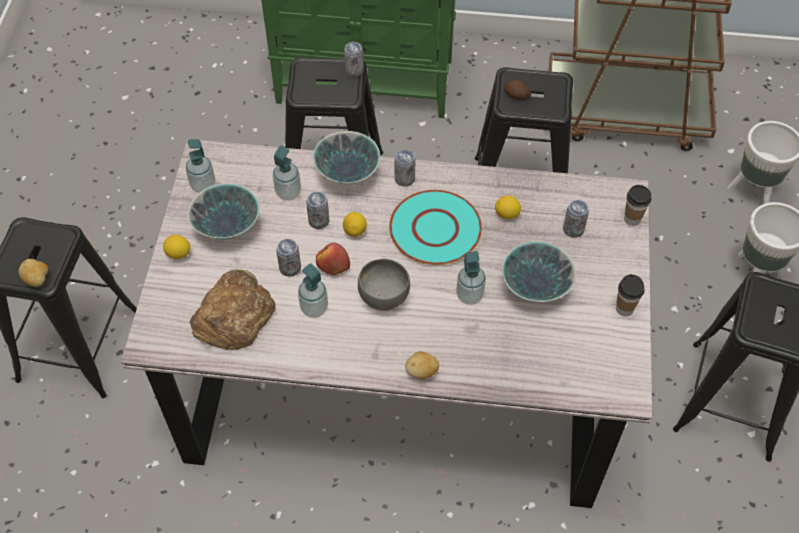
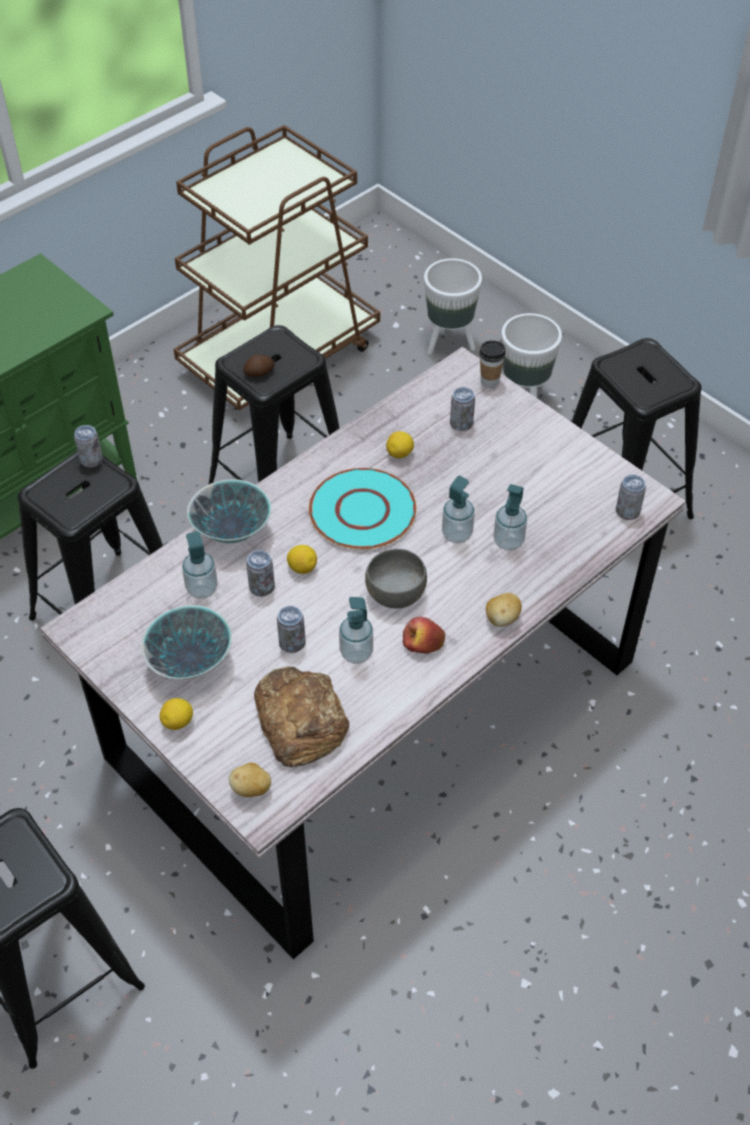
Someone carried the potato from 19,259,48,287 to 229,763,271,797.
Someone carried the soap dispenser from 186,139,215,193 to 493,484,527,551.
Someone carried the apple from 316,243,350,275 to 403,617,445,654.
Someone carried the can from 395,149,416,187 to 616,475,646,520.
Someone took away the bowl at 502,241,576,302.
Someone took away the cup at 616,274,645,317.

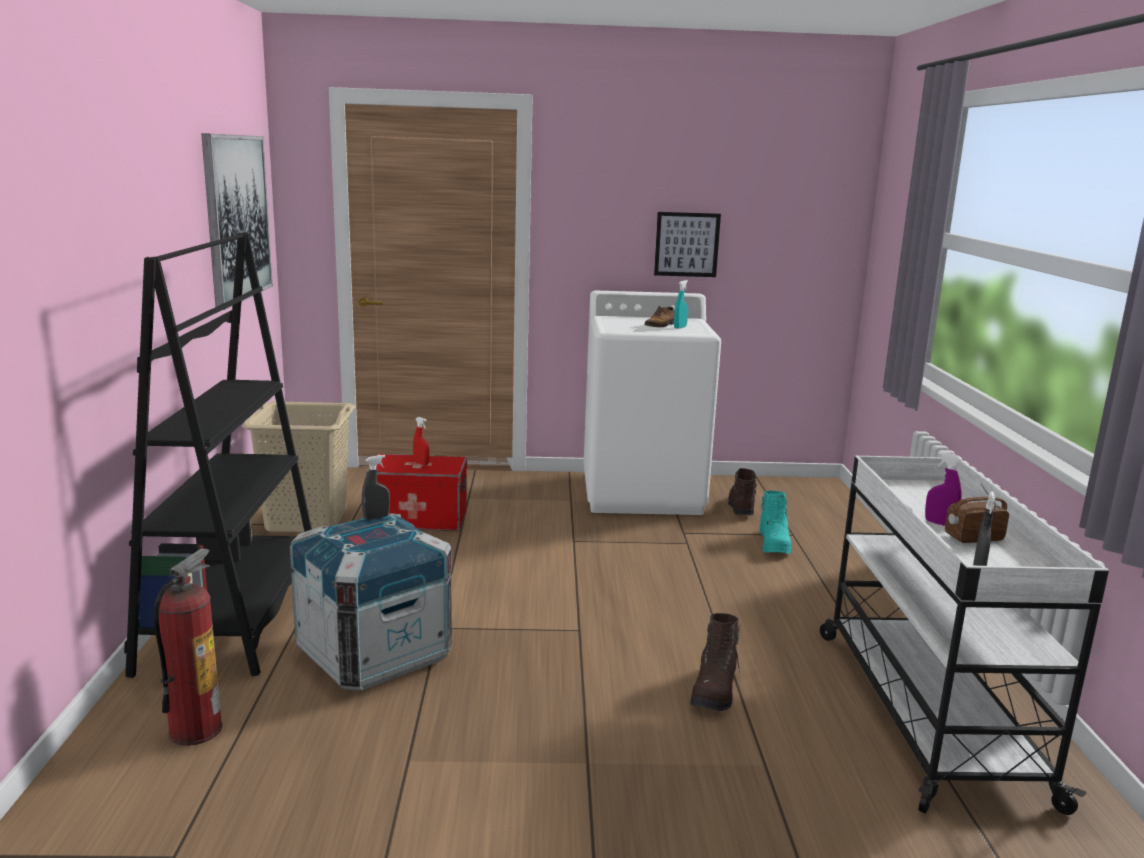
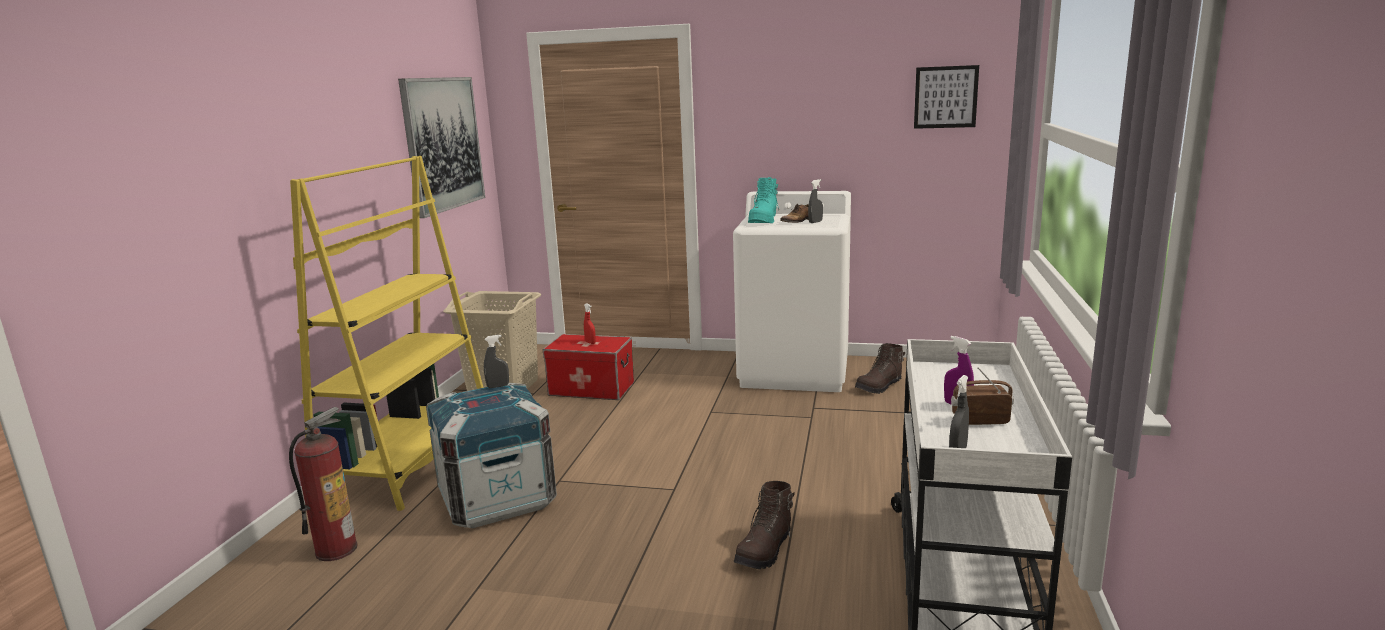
Someone repainted the bookcase (black) at 124,232,312,678, which became the bookcase (yellow) at 290,156,484,511.
Someone carried the picture from 654,212,721,277 to 914,65,979,129.
Someone repainted the spray bottle (turquoise) at 674,280,688,328, which became the spray bottle (grey) at 808,179,823,223.
Someone rotated the boot (brown) at 728,468,757,515 by 150 degrees counterclockwise.
Someone carried the boot (turquoise) from 759,491,791,554 to 748,177,779,223.

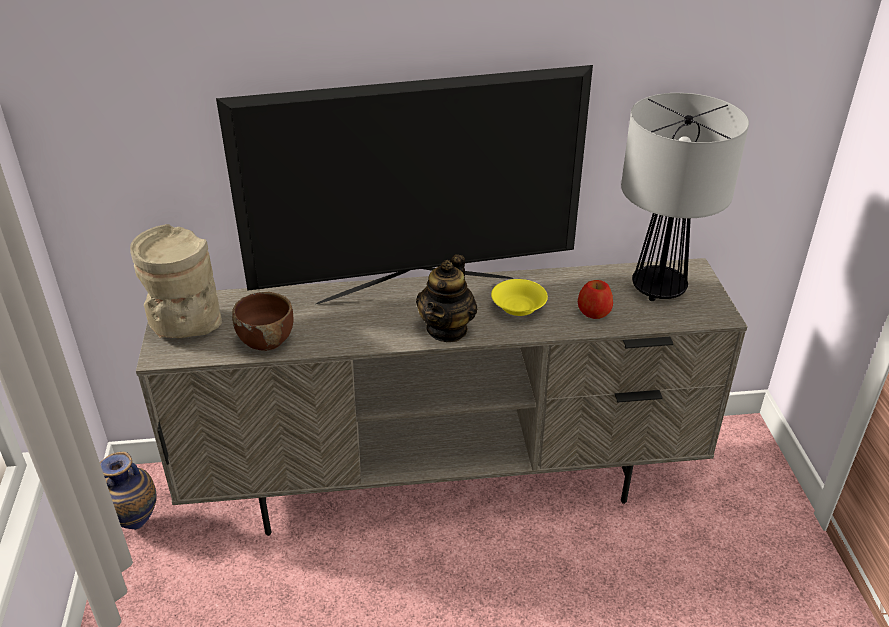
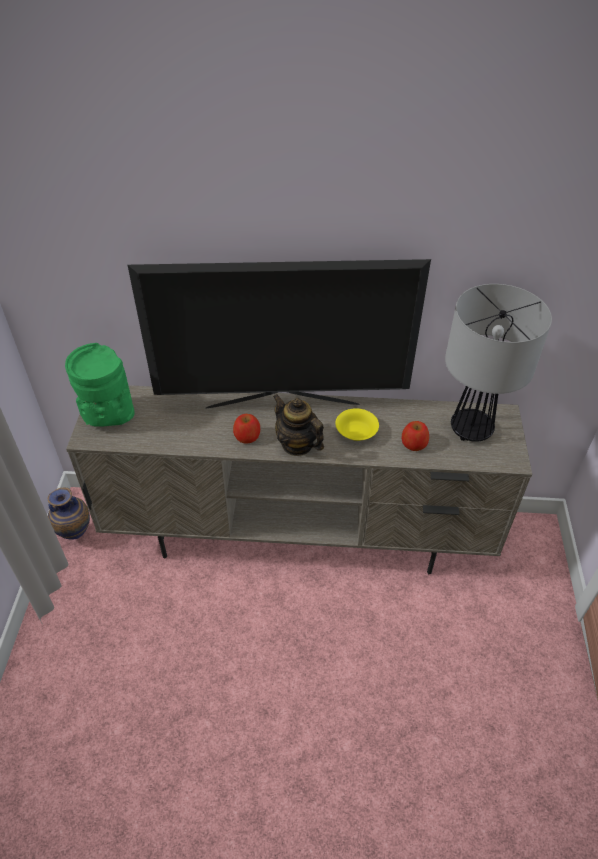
Someone repainted the vase (beige) at 130,224,222,338, which became the vase (green) at 65,343,134,427.
Someone took away the bowl (brown) at 232,292,293,351.
Someone rotated the teapot at 416,254,478,342 by 105 degrees clockwise.
Someone put down the apple at 233,414,260,444.

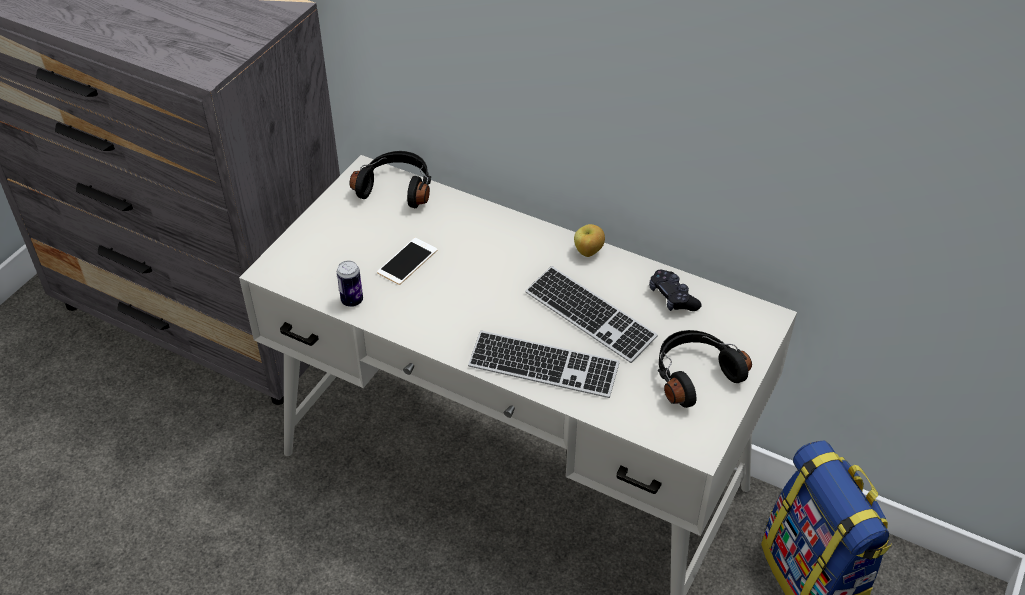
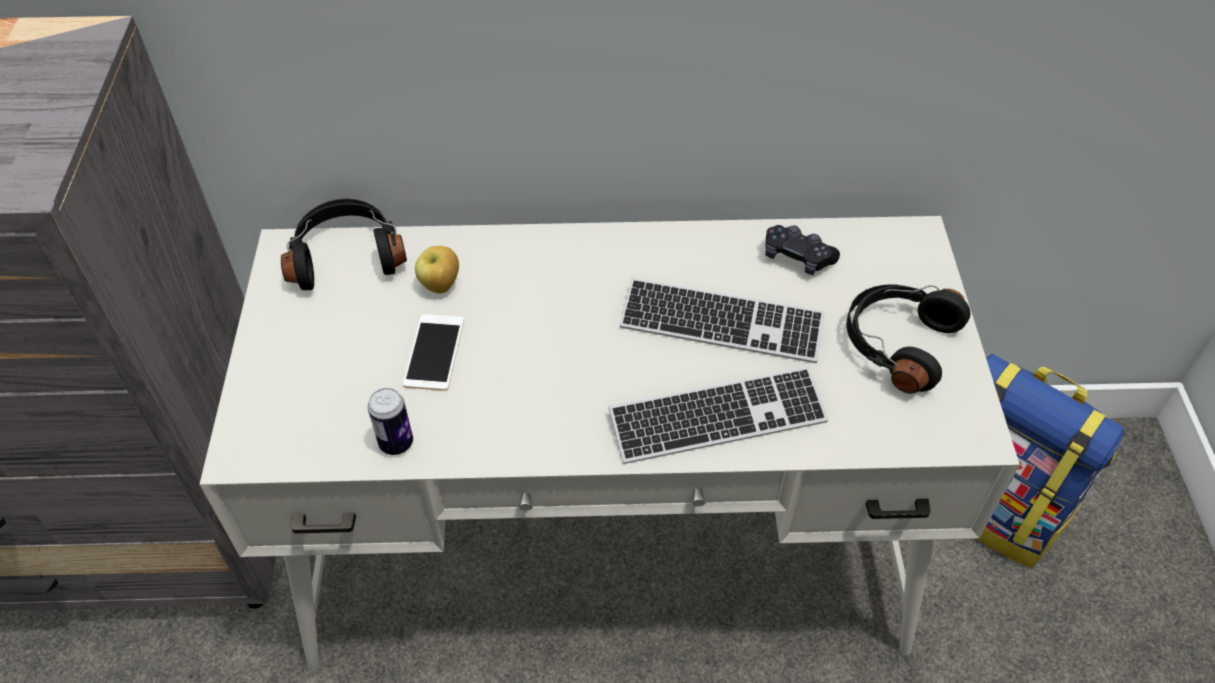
Someone carried the apple from 574,224,605,257 to 415,246,459,293.

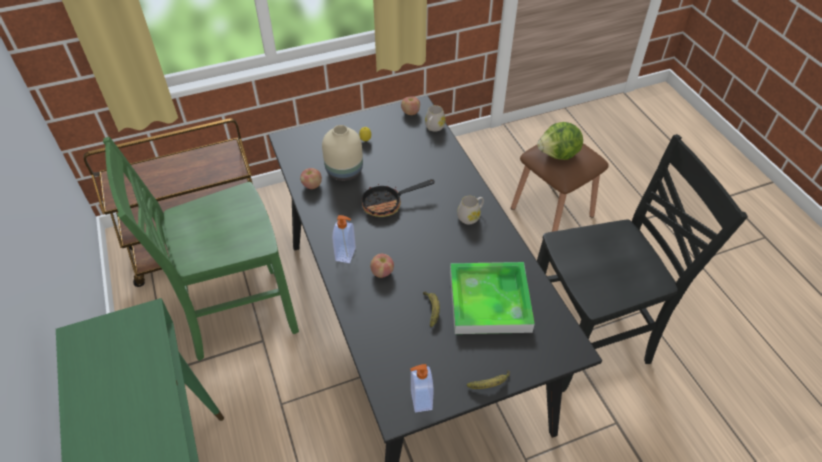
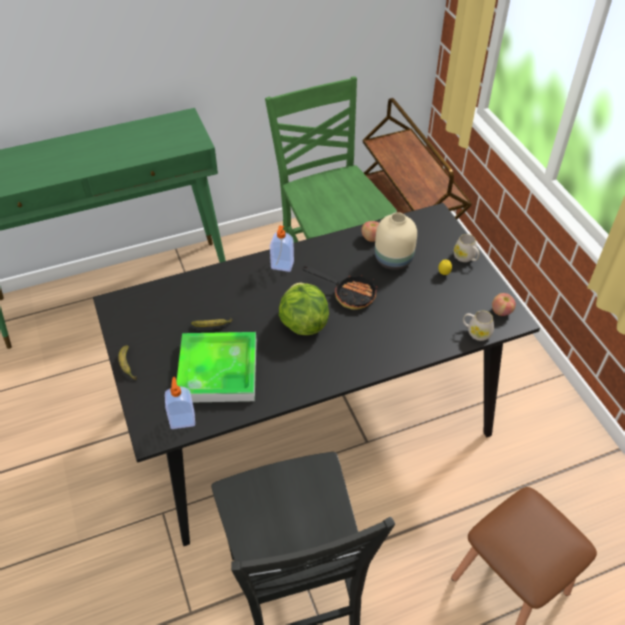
Someone rotated the frying pan at 362,179,435,217 by 135 degrees clockwise.
Someone took away the apple at 370,254,394,278.
Someone carried the soap dispenser from 411,364,434,412 to 165,377,195,429.
Someone carried the mug (white) from 457,196,484,224 to 454,234,480,262.
Someone carried the lettuce from 537,122,583,160 to 279,283,329,335.

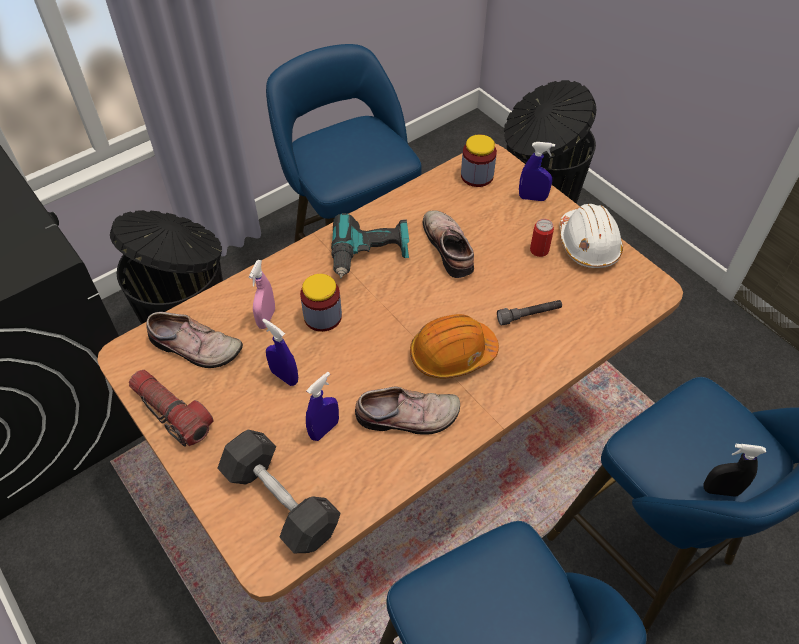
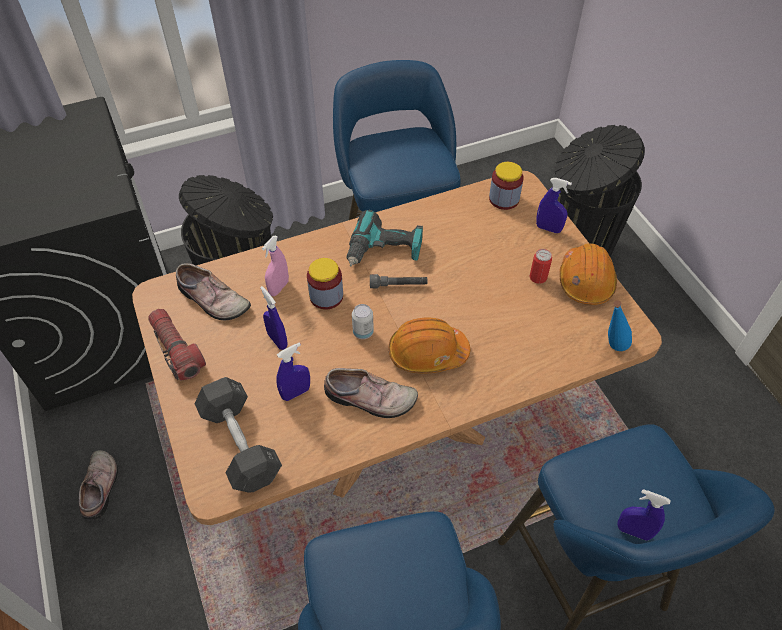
Someone carried the shoe from 423,210,474,278 to 79,450,118,521.
Someone carried the flashlight (grey) from 497,300,562,325 to 370,274,427,289.
Someone repainted the hard hat (white) at 560,204,623,268, which became the hard hat (orange) at 559,243,617,305.
Someone repainted the spray bottle (black) at 704,444,766,497, which became the spray bottle (blue) at 617,489,671,541.
Someone put down the can at 352,304,374,339.
Someone put down the bottle (blue) at 608,300,632,351.

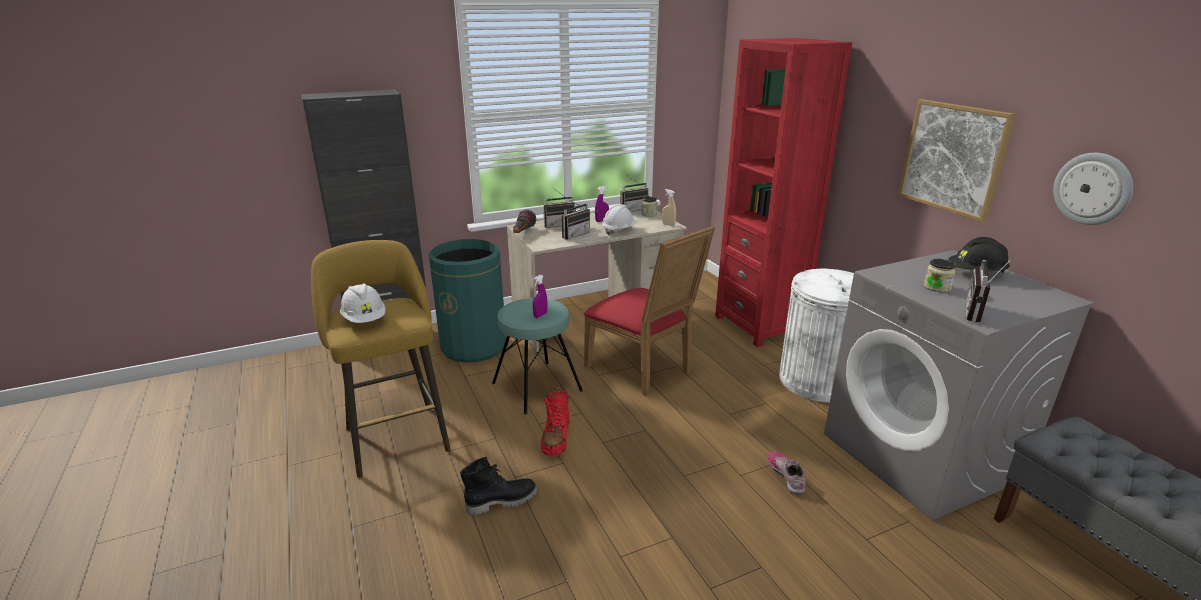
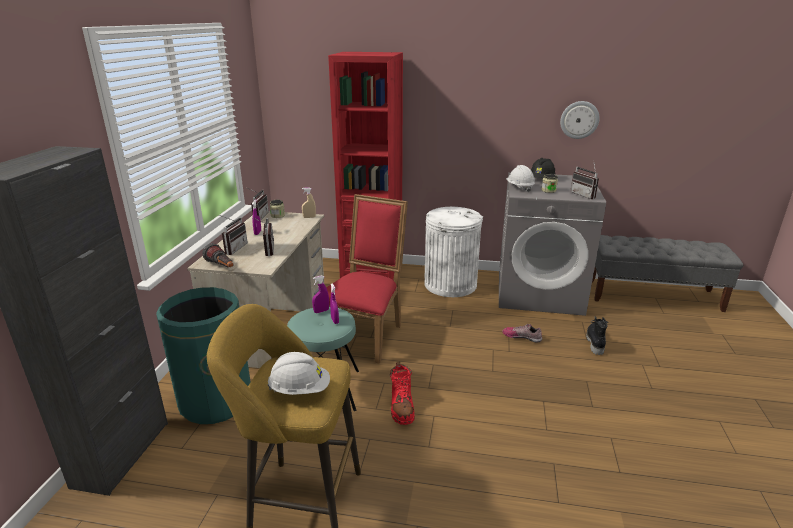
Someone carried the boot (black) from 460,457,537,516 to 586,316,608,355.
Someone rotated the boot (red) at 541,387,569,456 by 45 degrees clockwise.
Someone rotated the chair (red) at 584,226,715,396 by 60 degrees counterclockwise.
Someone carried the hard hat (white) from 602,204,637,235 to 506,165,535,192.
Someone took away the picture at 898,99,1017,222.
Someone put down the spray bottle (purple) at 312,275,329,313.

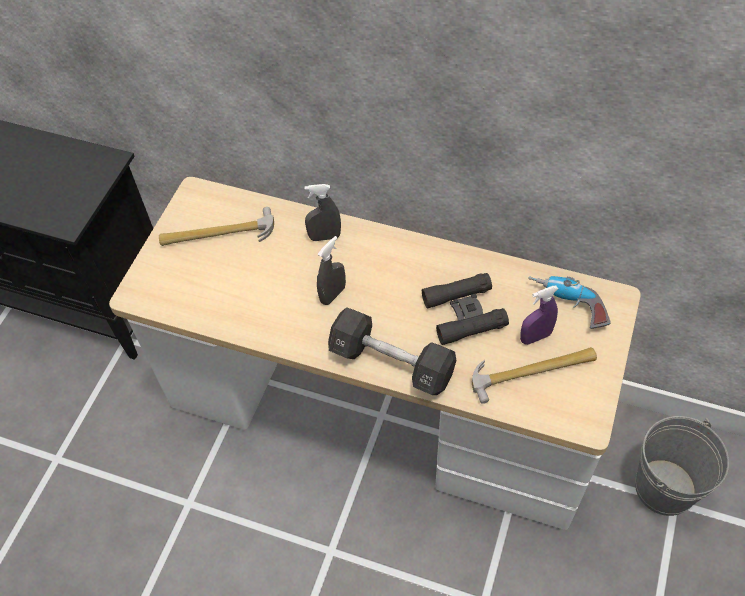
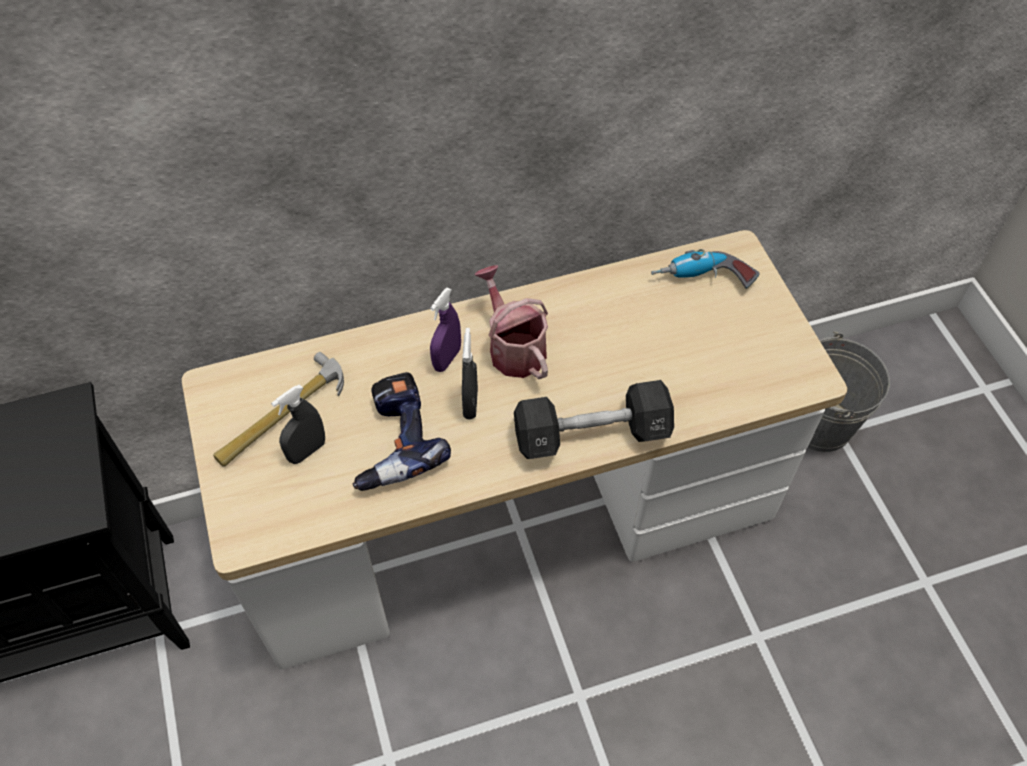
Someone carried the spray bottle (grey) from 304,184,341,241 to 271,384,325,464.
Someone took away the binoculars (black) at 422,273,509,345.
Someone took away the hammer at 472,347,597,404.
Someone carried the spray bottle (purple) from 520,286,558,345 to 430,288,461,372.
Someone put down the power drill at 353,372,451,491.
Someone put down the watering can at 475,265,548,379.

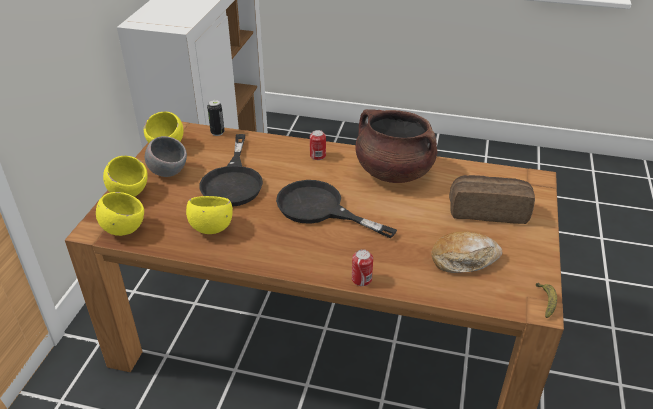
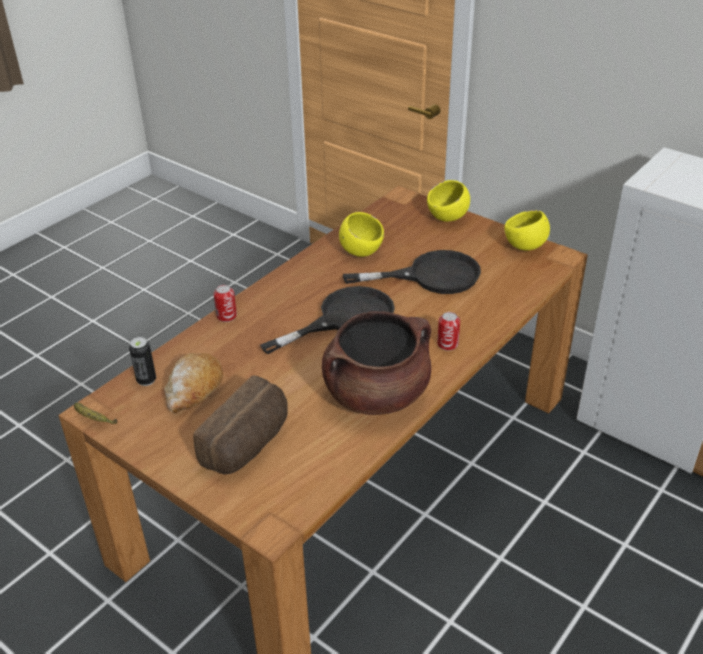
Someone took away the bowl (yellow) at 96,192,144,236.
Someone took away the bowl (grey) at 145,136,187,177.
Someone rotated the frying pan (black) at 199,134,263,207 by 150 degrees clockwise.
Someone carried the can from 207,100,224,136 to 129,337,156,386.

